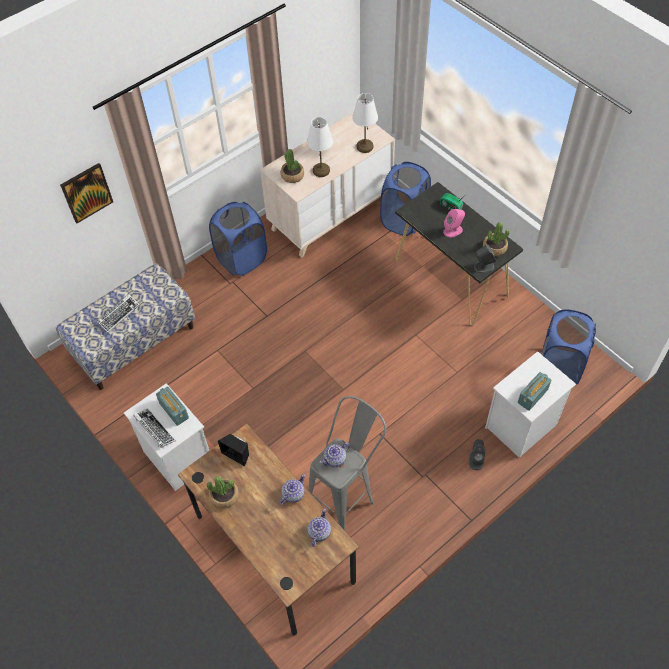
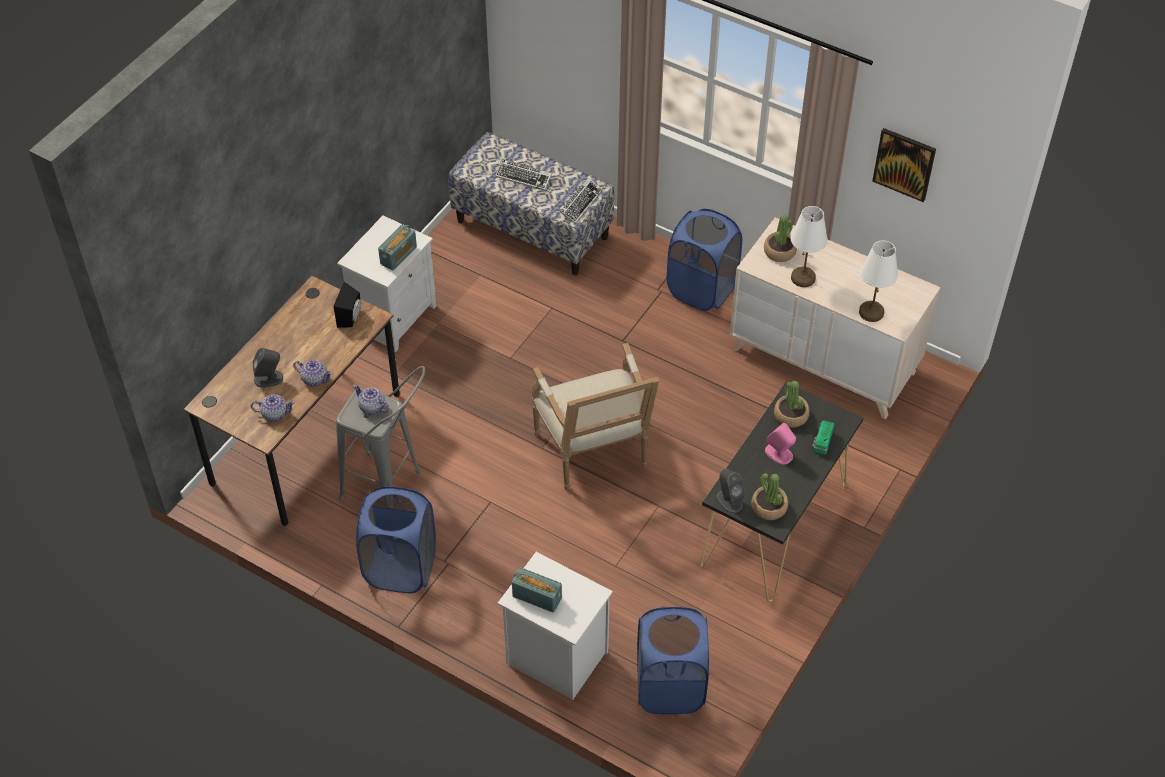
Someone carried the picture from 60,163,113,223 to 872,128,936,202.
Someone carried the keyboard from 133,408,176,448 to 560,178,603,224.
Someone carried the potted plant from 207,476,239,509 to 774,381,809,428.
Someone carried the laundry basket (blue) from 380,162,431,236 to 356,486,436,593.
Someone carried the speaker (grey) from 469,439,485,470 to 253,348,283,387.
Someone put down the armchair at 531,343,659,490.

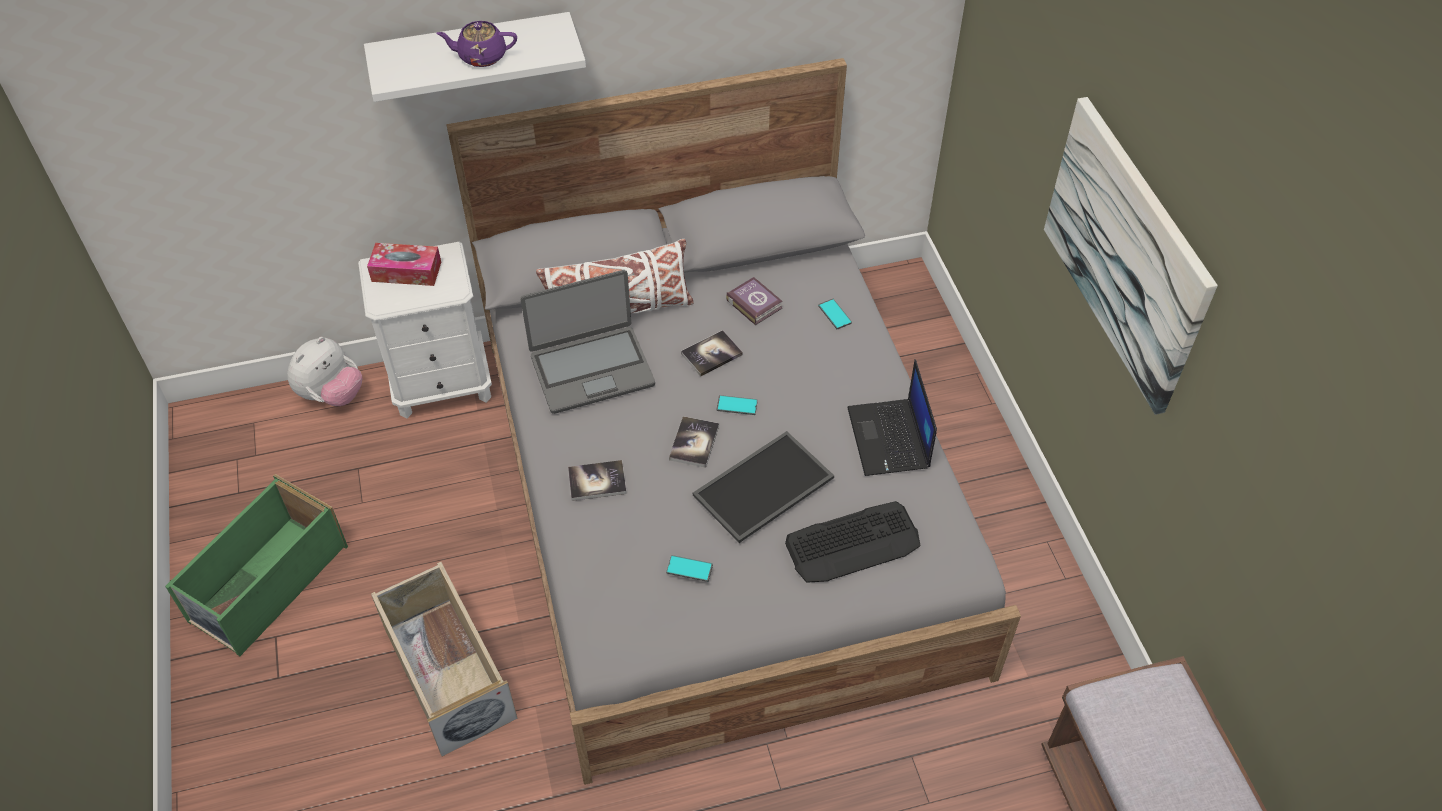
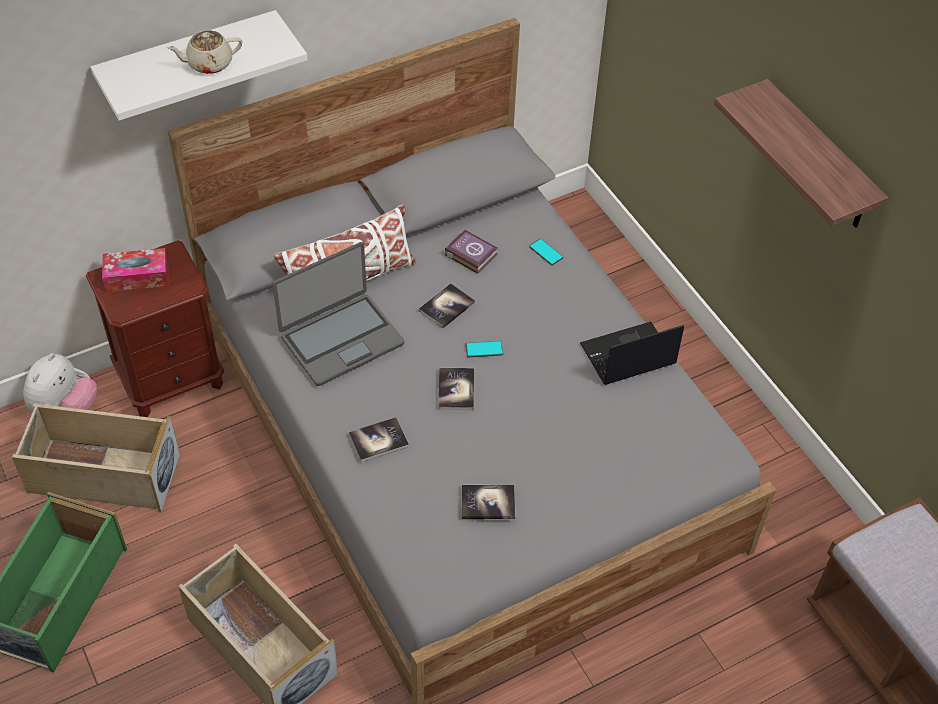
Someone repainted the nightstand (white) at 358,242,492,419, which became the nightstand (brown) at 86,240,224,417.
Someone repainted the teapot (purple) at 436,21,517,67, which became the teapot (beige) at 167,30,242,74.
Someone swapped the phone at 666,555,713,582 for the book at 462,485,515,519.
Someone took away the tray at 693,431,834,543.
Someone took away the keyboard at 785,501,920,583.
Someone rotated the laptop at 847,360,937,476 by 90 degrees clockwise.
Someone swapped the picture at 1044,97,1218,415 for the shelf at 714,79,889,228.
Someone put down the storage box (beige) at 12,403,180,512.

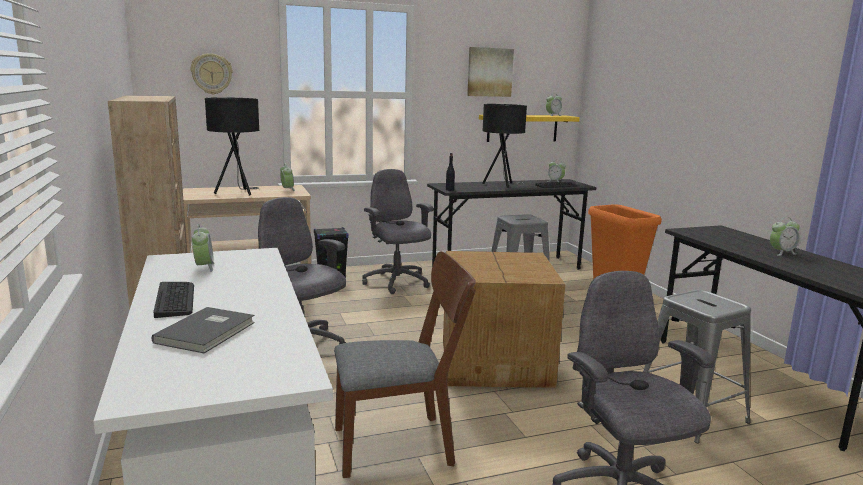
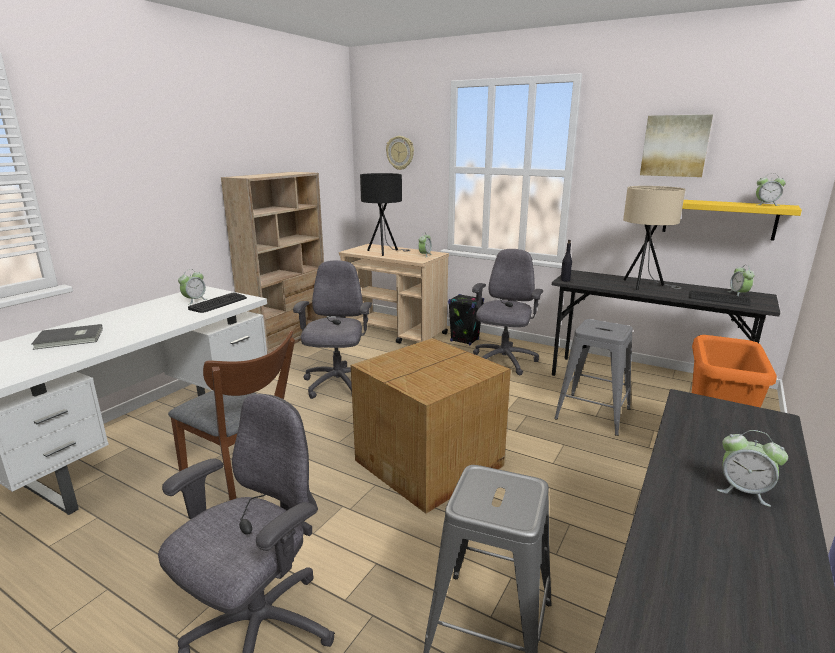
Someone carried the keyboard from 153,282,194,318 to 188,292,247,313.
Someone repainted the table lamp (black) at 482,104,527,188, which became the table lamp (beige) at 623,186,685,290.

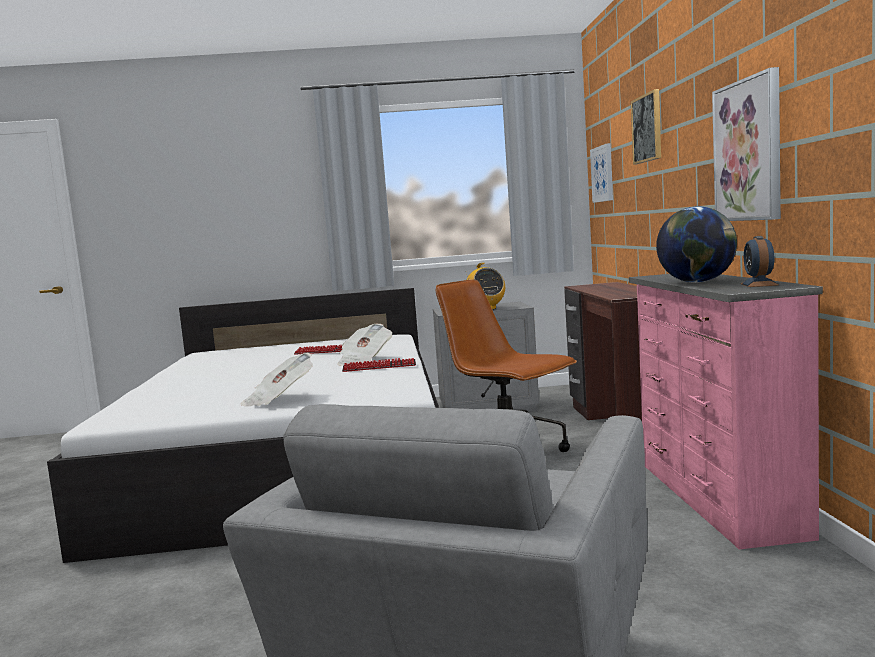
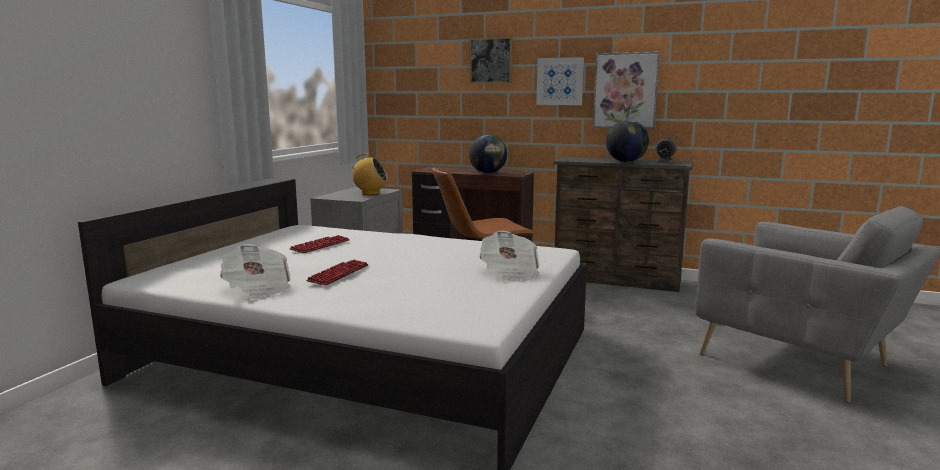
Someone carried the newspaper from 338,324,392,366 to 220,244,291,301.
Someone carried the keyboard from 342,358,416,372 to 306,260,369,286.
Someone carried the picture from 590,143,613,203 to 536,57,584,105.
Someone repainted the dresser (pink) at 629,274,823,549, which became the dresser (brown) at 554,157,693,292.
Someone put down the globe at 469,135,507,173.

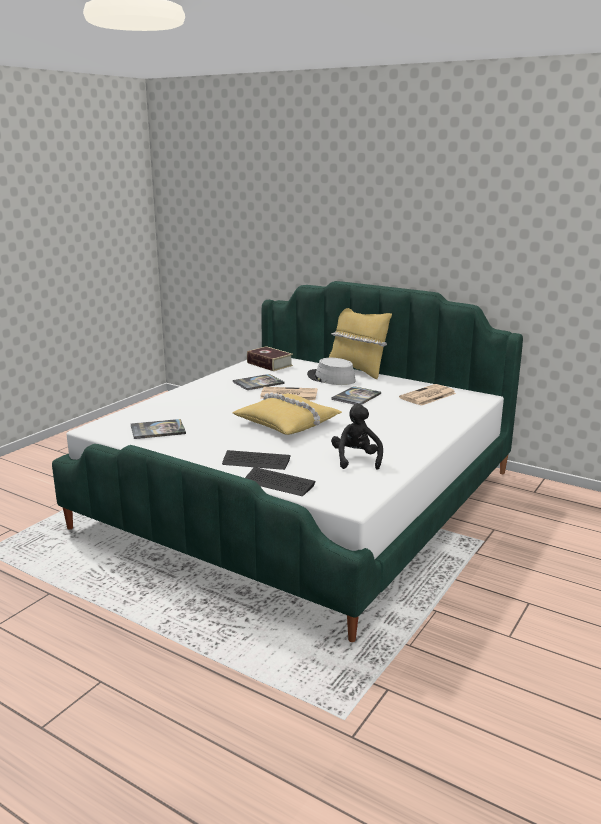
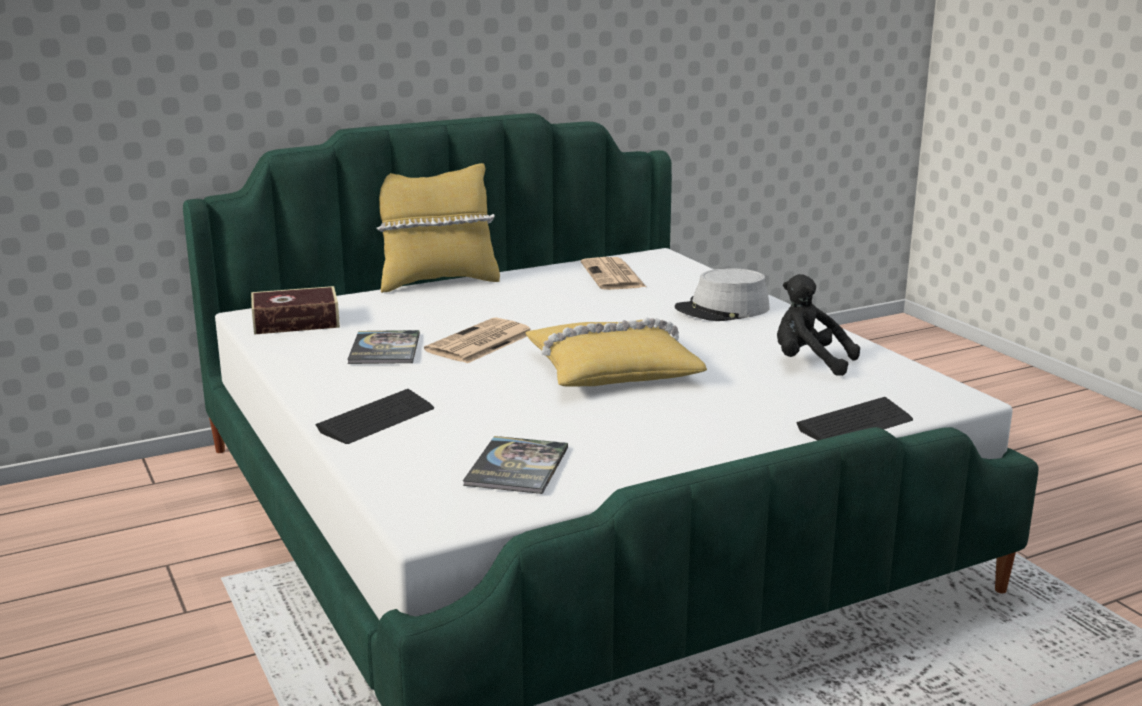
Someone carried the keyboard from 222,450,291,470 to 315,389,434,444.
Someone carried the hat (grey) from 307,358,356,385 to 675,268,770,321.
Someone took away the book at 331,386,381,405.

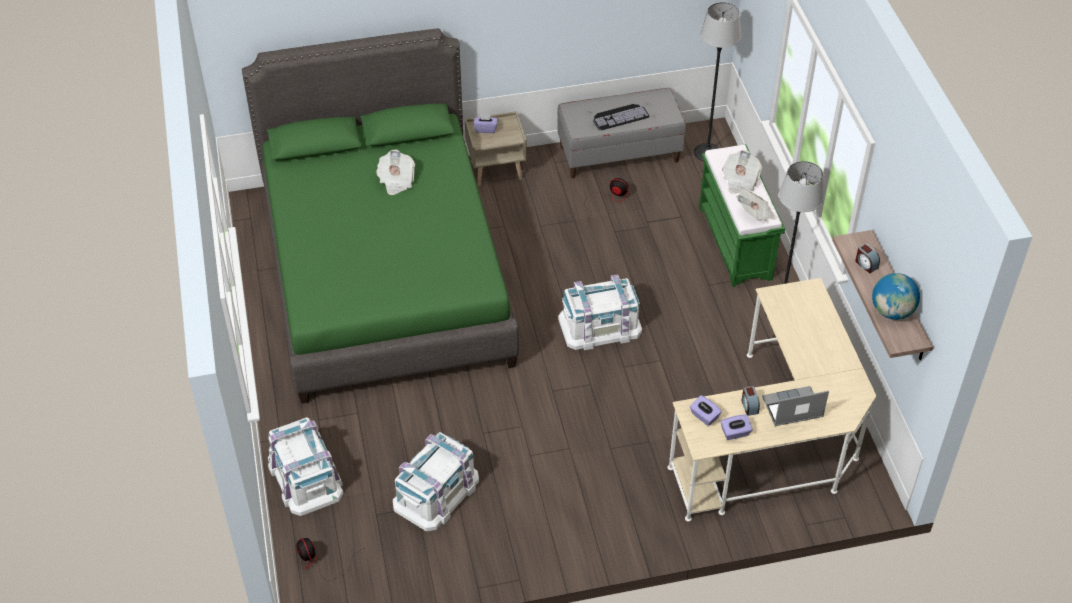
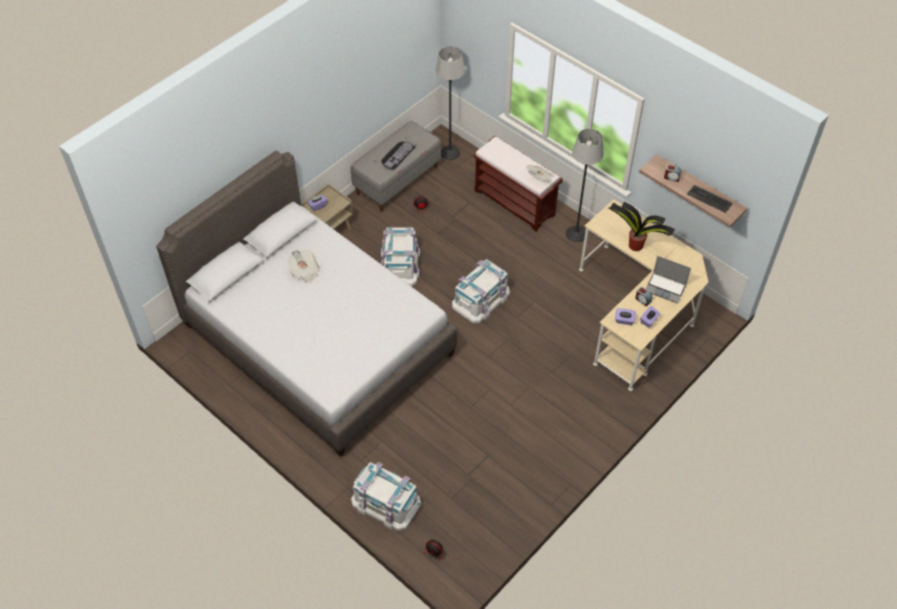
Someone repainted the bed (green) at 242,28,519,404, which became the bed (grey) at 156,151,457,457.
Someone carried the storage box (white) from 393,432,479,531 to 381,227,420,286.
Someone repainted the bench (green) at 699,144,785,287, which became the bench (brown) at 473,136,563,232.
Someone took away the newspaper at 722,150,762,194.
Someone rotated the laptop at 762,386,829,426 by 105 degrees counterclockwise.
Someone swapped the globe at 872,273,920,320 for the keyboard at 687,185,733,213.
Someone put down the potted plant at 609,202,675,251.

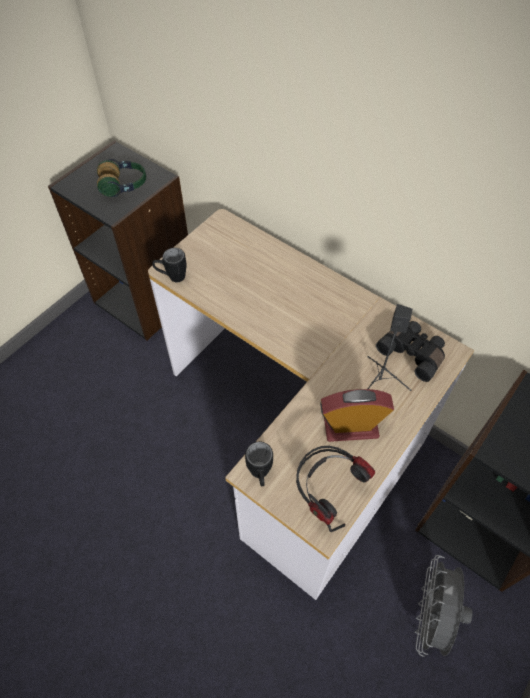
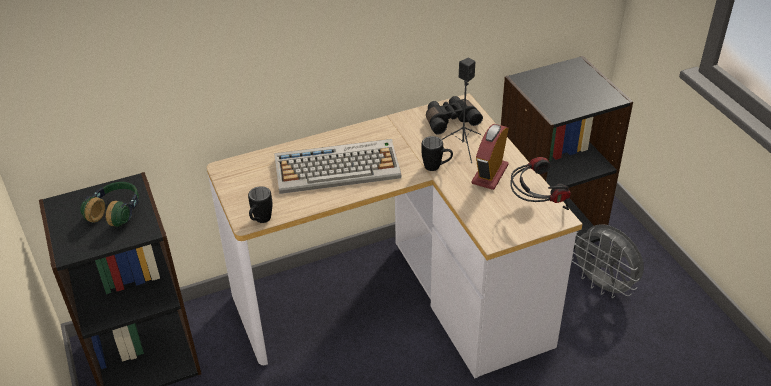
Someone carried the mug (black) from 245,442,273,486 to 421,136,453,171.
Someone put down the keyboard at 274,139,401,194.

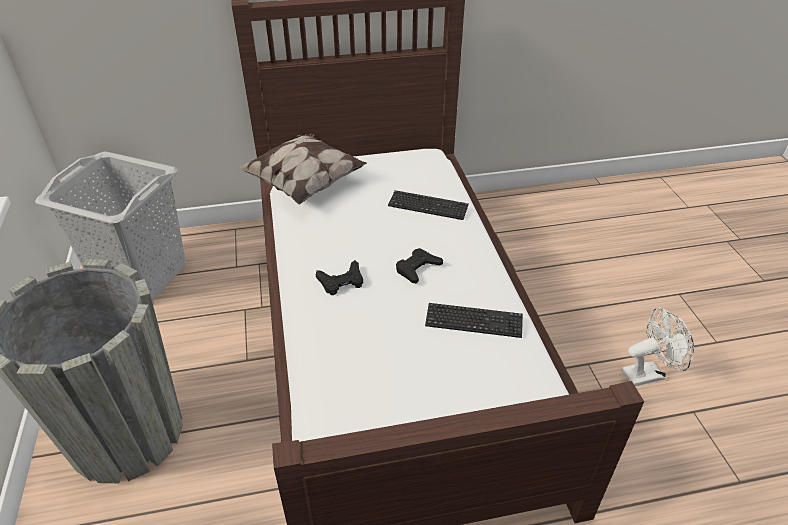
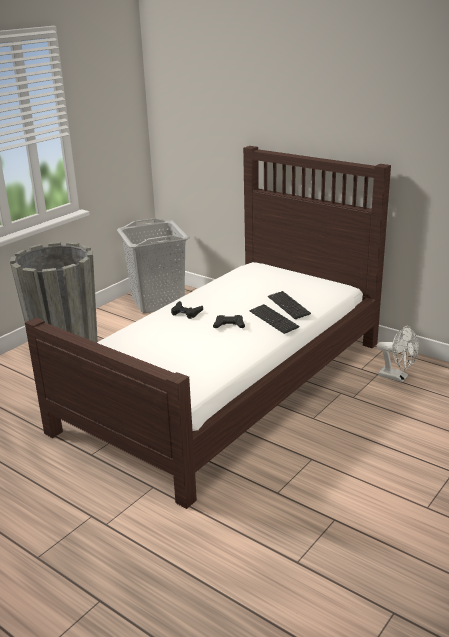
Someone took away the pillow at 238,134,367,205.
Someone carried the keyboard from 425,303,523,338 to 249,304,300,334.
Someone carried the fan (white) from 621,307,694,386 to 377,326,419,382.

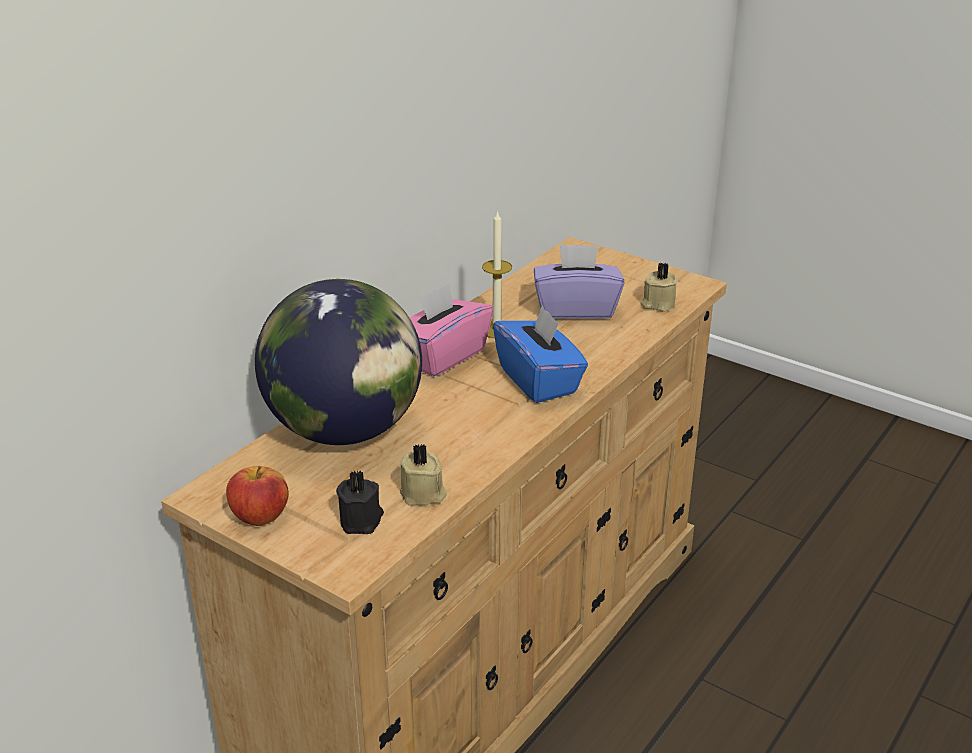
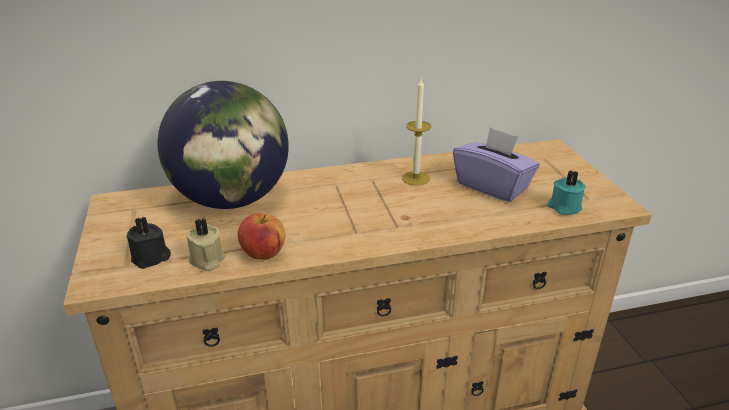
Someone carried the apple from 226,466,289,526 to 238,213,285,260.
Someone took away the tissue box (pink) at 410,283,493,377.
Someone took away the tissue box (blue) at 493,305,588,403.
Someone repainted the candle (beige) at 640,263,678,312, which became the candle (turquoise) at 547,171,586,215.

